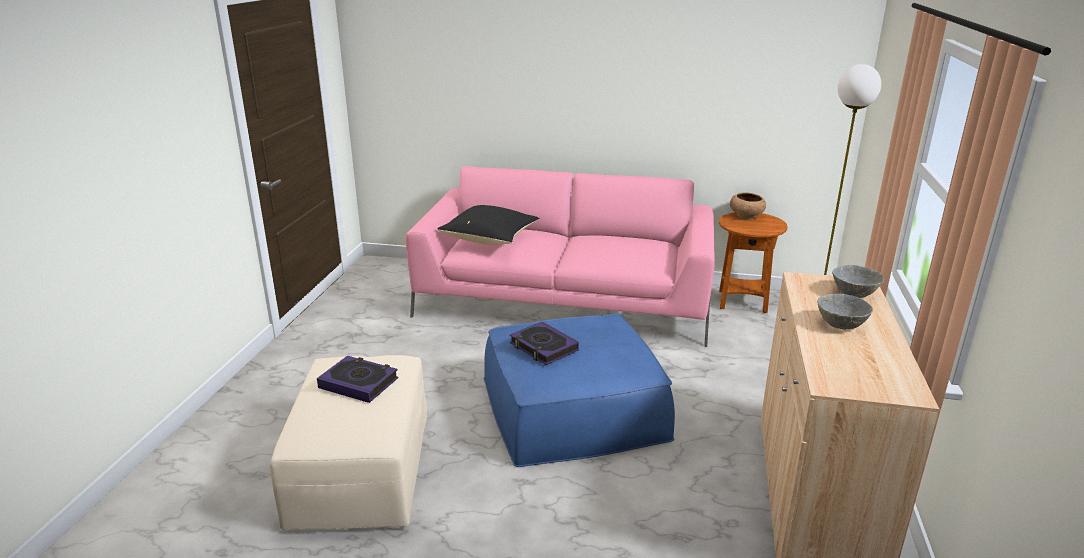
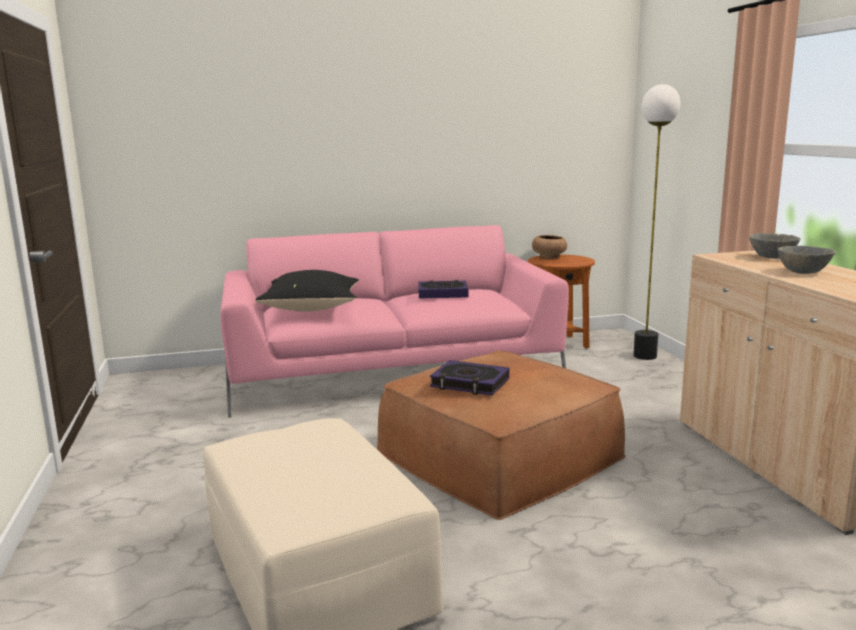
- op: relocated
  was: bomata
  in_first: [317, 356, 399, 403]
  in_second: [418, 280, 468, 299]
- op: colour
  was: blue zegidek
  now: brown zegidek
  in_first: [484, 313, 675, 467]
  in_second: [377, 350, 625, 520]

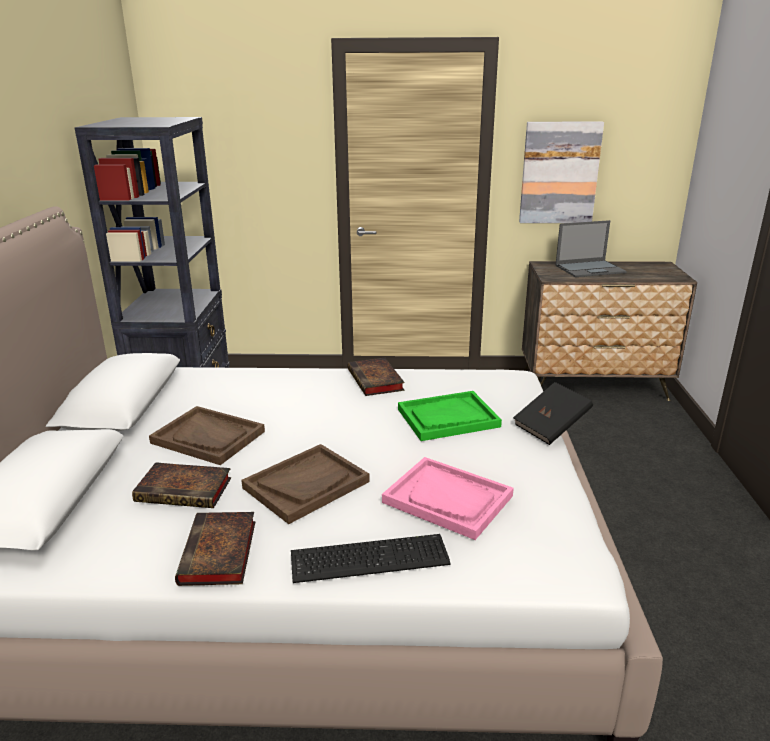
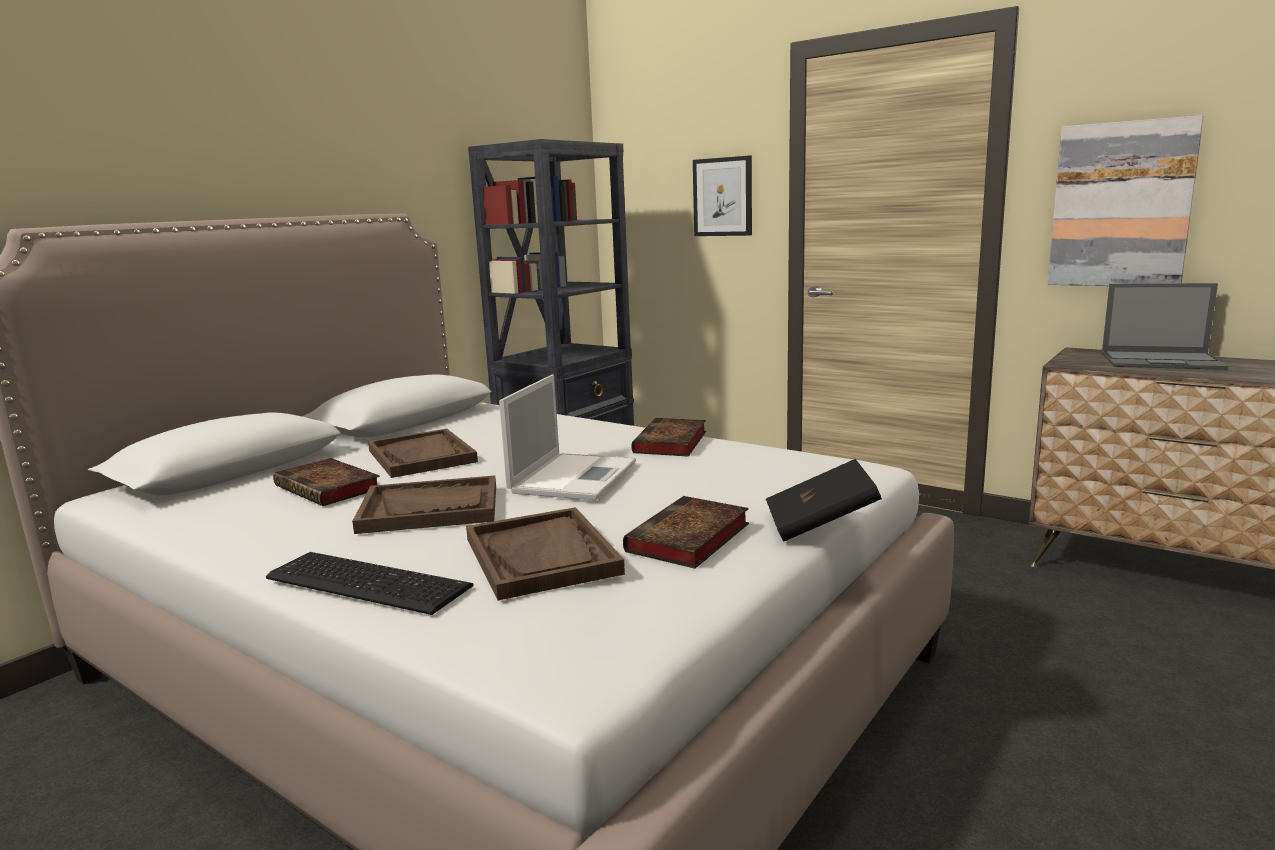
- op: relocated
  was: bomata
  in_first: [175, 512, 255, 586]
  in_second: [623, 496, 749, 569]
- op: colour
  was: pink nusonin
  now: brown nusonin
  in_first: [382, 457, 514, 540]
  in_second: [466, 507, 625, 600]
- op: missing
  was: green nusonin
  in_first: [398, 391, 502, 441]
- op: appeared
  now: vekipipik
  in_second: [499, 374, 636, 500]
- op: appeared
  now: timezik
  in_second: [693, 156, 752, 236]

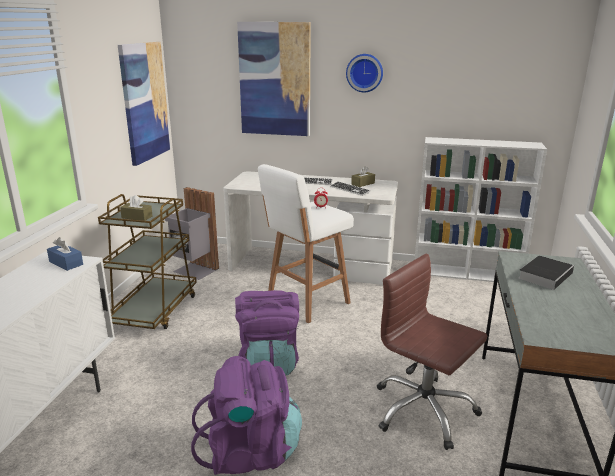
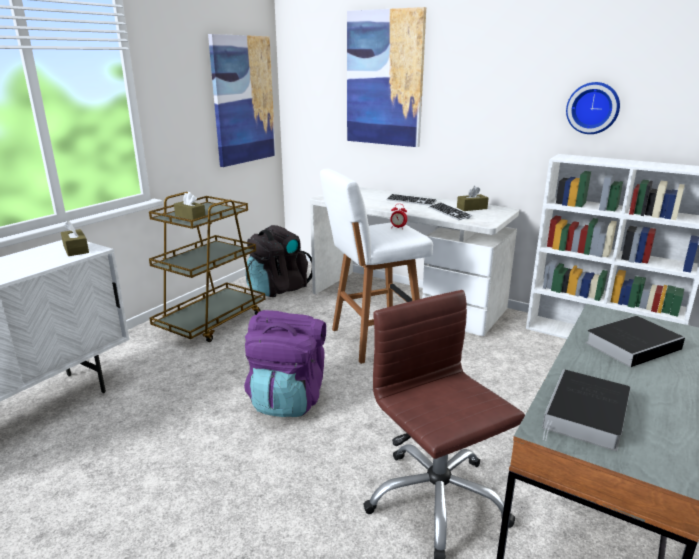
- op: colour
  was: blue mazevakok
  now: brown mazevakok
  in_first: [47, 237, 83, 271]
  in_second: [61, 221, 89, 256]
- op: exchanged
  was: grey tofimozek
  now: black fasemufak
  in_first: [165, 187, 219, 280]
  in_second: [246, 225, 312, 297]
- op: missing
  was: purple fasemufak
  in_first: [191, 356, 302, 475]
- op: relocated
  was: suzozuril
  in_first: [346, 54, 383, 93]
  in_second: [566, 82, 620, 134]
- op: appeared
  now: bomata
  in_second: [542, 369, 630, 451]

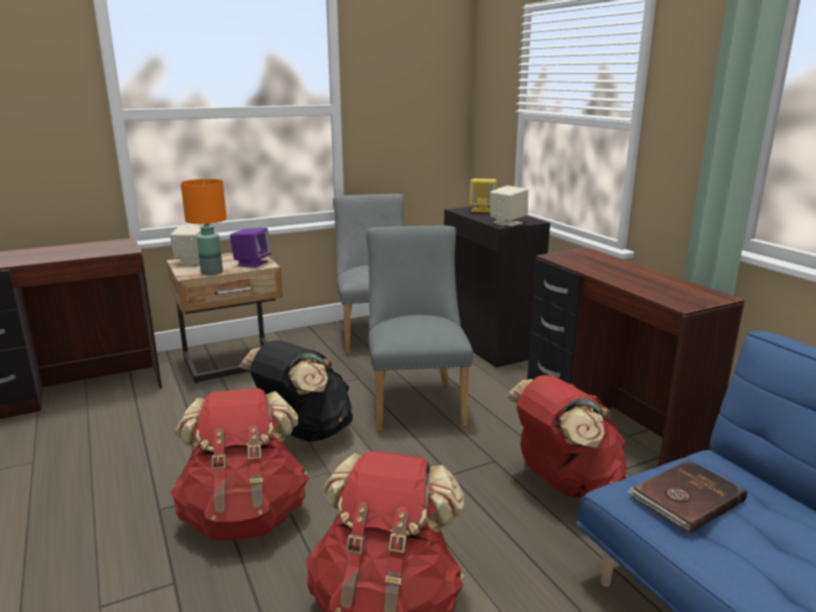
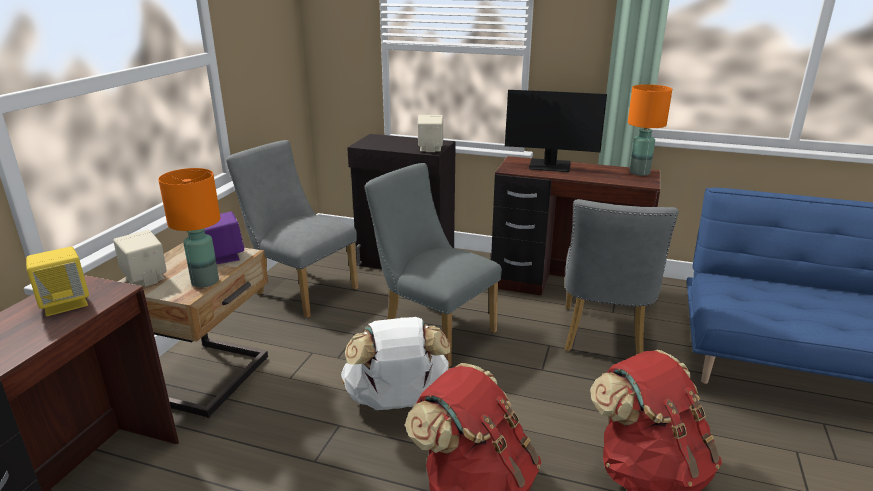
- op: colour
  was: black fasemufak
  now: white fasemufak
  in_first: [239, 340, 353, 442]
  in_second: [341, 317, 450, 410]
- op: relocated
  was: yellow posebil
  in_first: [469, 179, 497, 213]
  in_second: [26, 247, 89, 316]
- op: exchanged
  was: red fasemufak
  now: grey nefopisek
  in_first: [505, 375, 626, 498]
  in_second: [564, 199, 679, 355]
- op: missing
  was: brown bomata
  in_first: [627, 460, 747, 534]
- op: appeared
  now: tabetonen
  in_second: [505, 90, 607, 172]
- op: appeared
  now: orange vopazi
  in_second: [628, 84, 672, 176]

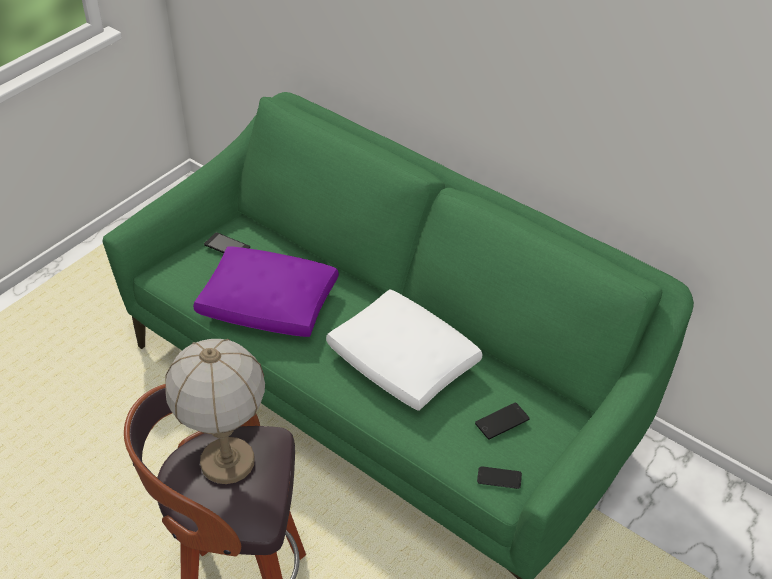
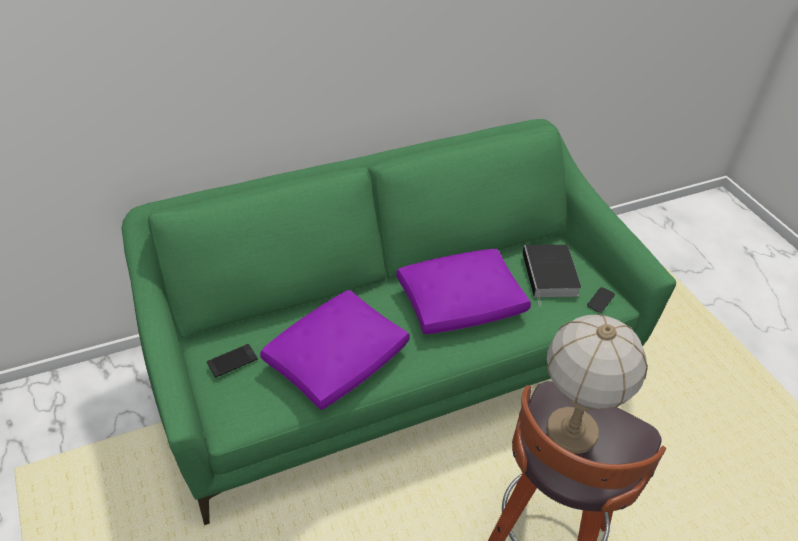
- op: colour
  was: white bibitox
  now: purple bibitox
  in_first: [326, 289, 482, 411]
  in_second: [396, 249, 531, 334]
- op: exchanged
  was: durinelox
  now: bomata
  in_first: [475, 402, 530, 440]
  in_second: [522, 245, 582, 306]

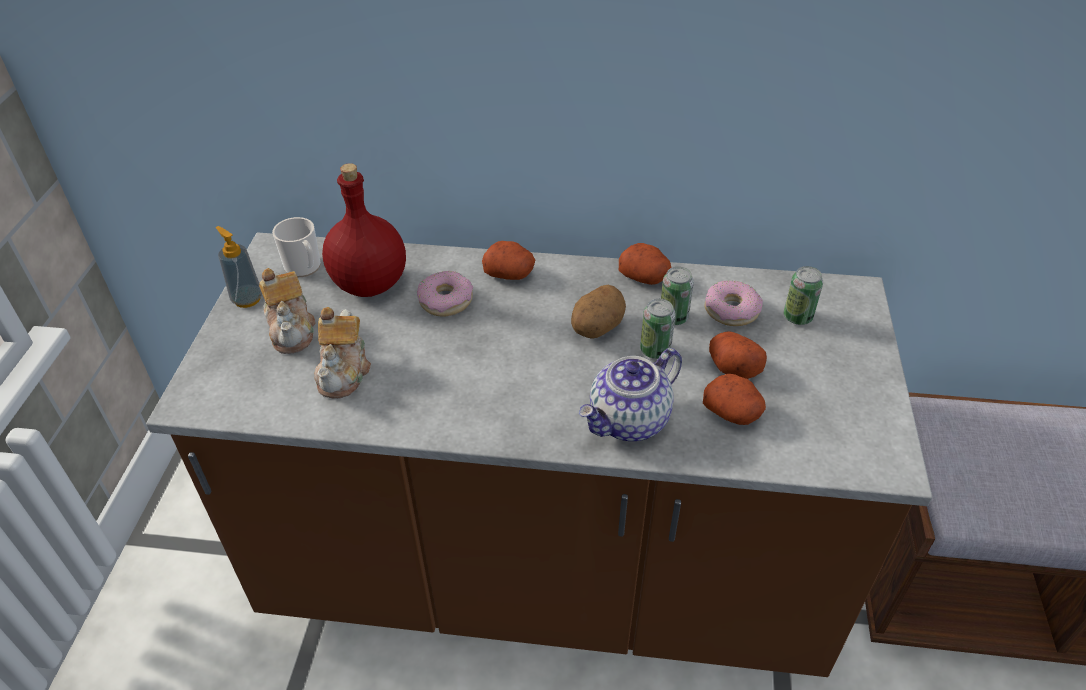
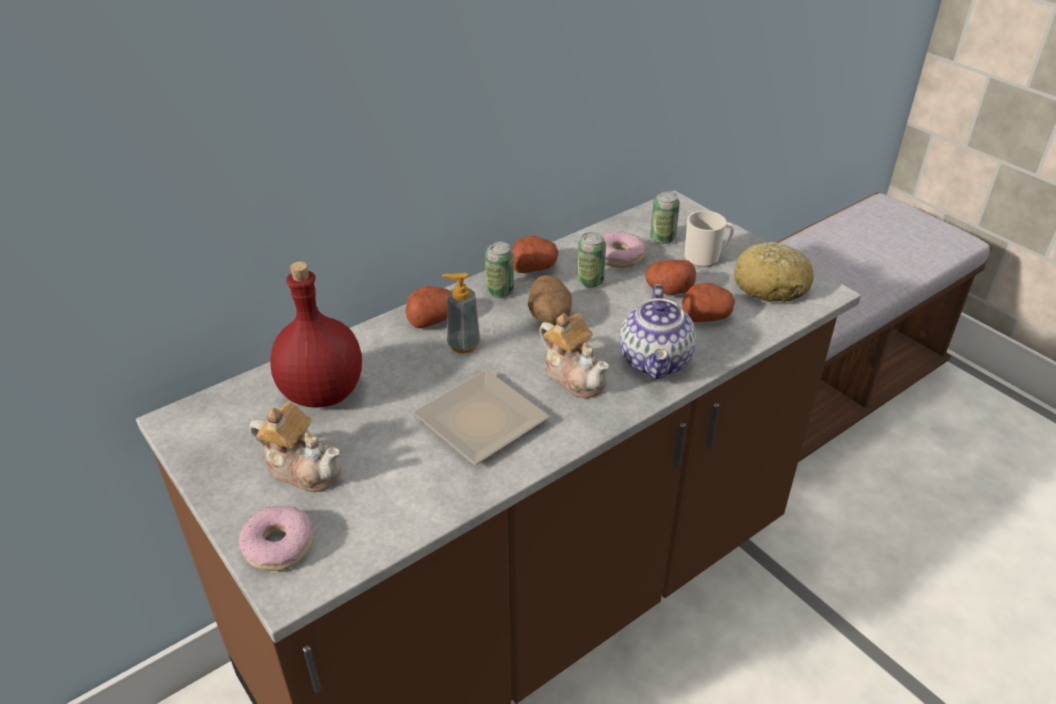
- op: relocated
  was: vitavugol
  in_first: [215, 226, 262, 308]
  in_second: [442, 273, 480, 353]
- op: relocated
  was: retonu
  in_first: [272, 217, 321, 277]
  in_second: [684, 211, 734, 267]
- op: relocated
  was: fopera
  in_first: [314, 307, 371, 399]
  in_second: [539, 313, 609, 399]
- op: relocated
  was: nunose
  in_first: [417, 271, 473, 317]
  in_second: [238, 506, 313, 571]
- op: relocated
  was: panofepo
  in_first: [640, 299, 676, 359]
  in_second: [485, 242, 514, 298]
- op: appeared
  now: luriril
  in_second: [412, 370, 550, 465]
- op: appeared
  now: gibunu
  in_second: [734, 242, 814, 302]

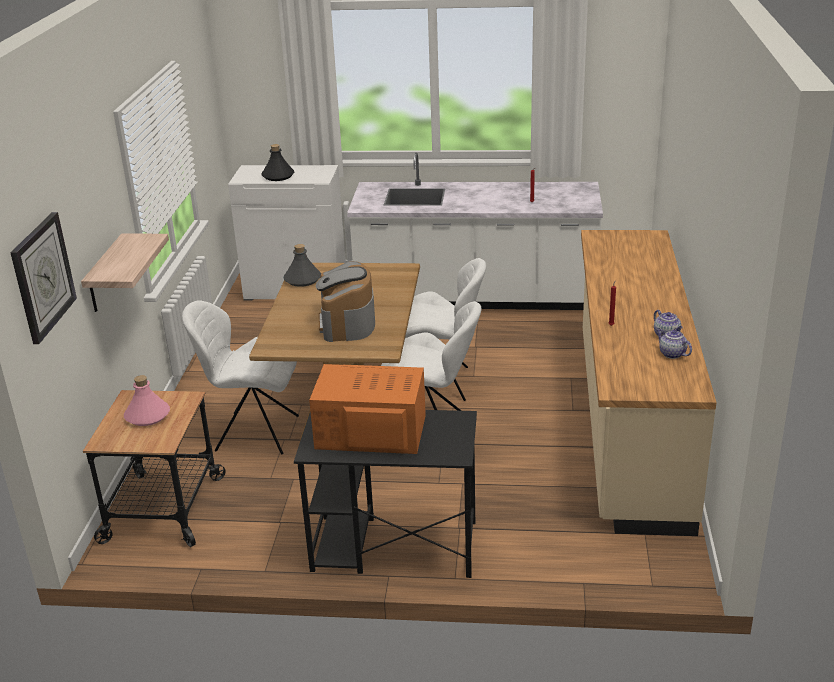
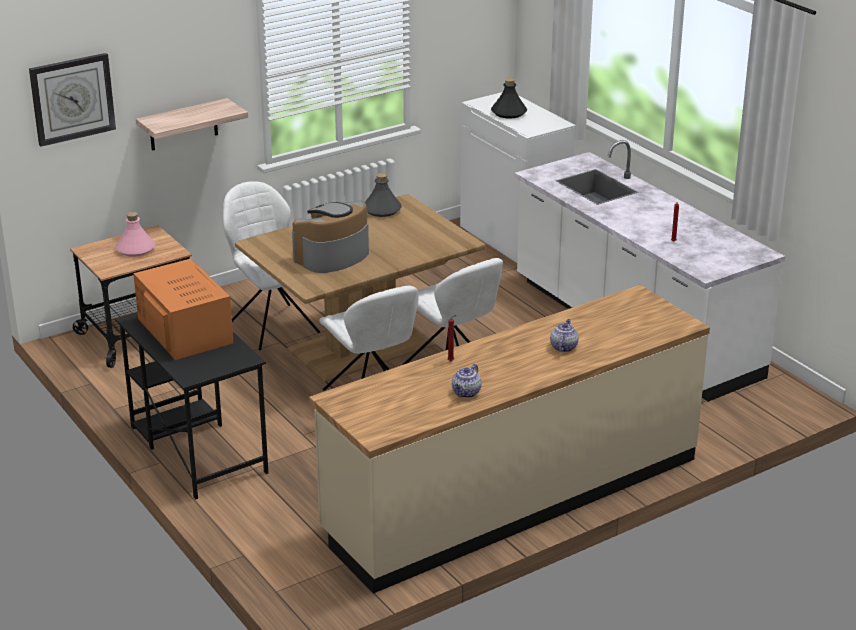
- op: relocated
  was: fopera
  in_first: [657, 328, 692, 359]
  in_second: [550, 319, 579, 352]

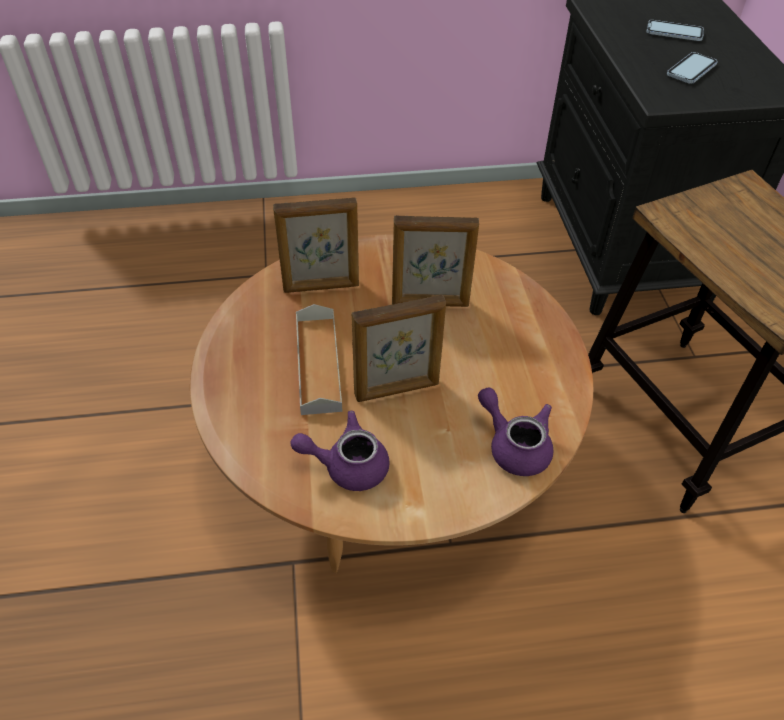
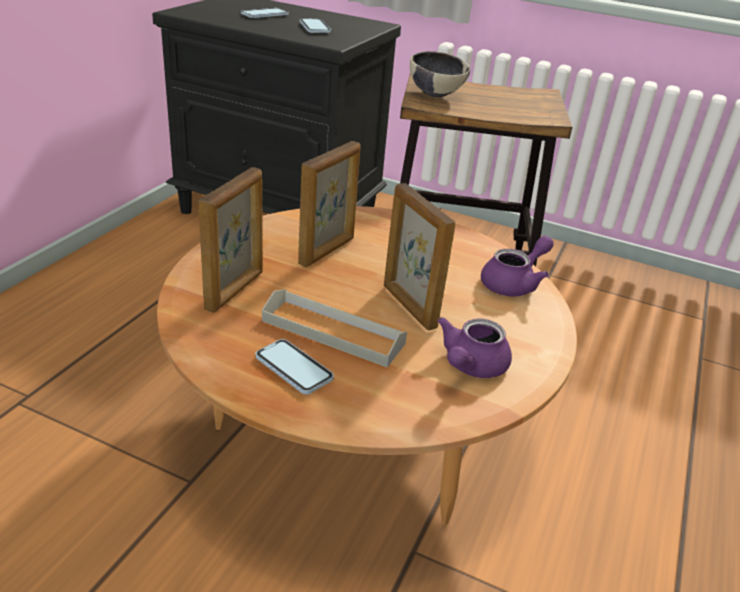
- op: spun
  was: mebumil
  in_first: [352, 295, 446, 402]
  in_second: [384, 183, 456, 331]
  clockwise: 135
- op: spun
  was: purple fopera
  in_first: [478, 387, 553, 476]
  in_second: [481, 236, 554, 297]
  clockwise: 150
- op: appeared
  now: durinelox
  in_second: [255, 339, 334, 394]
- op: appeared
  now: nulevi
  in_second: [410, 51, 470, 97]

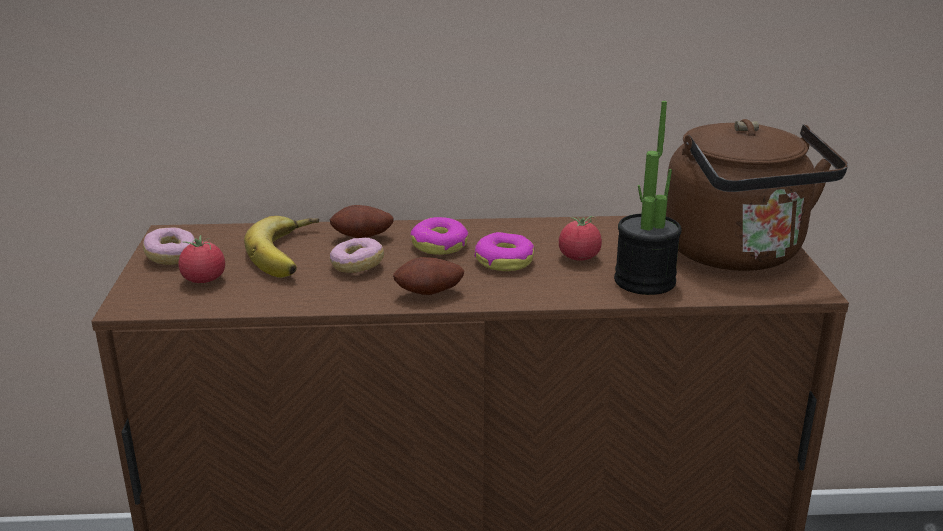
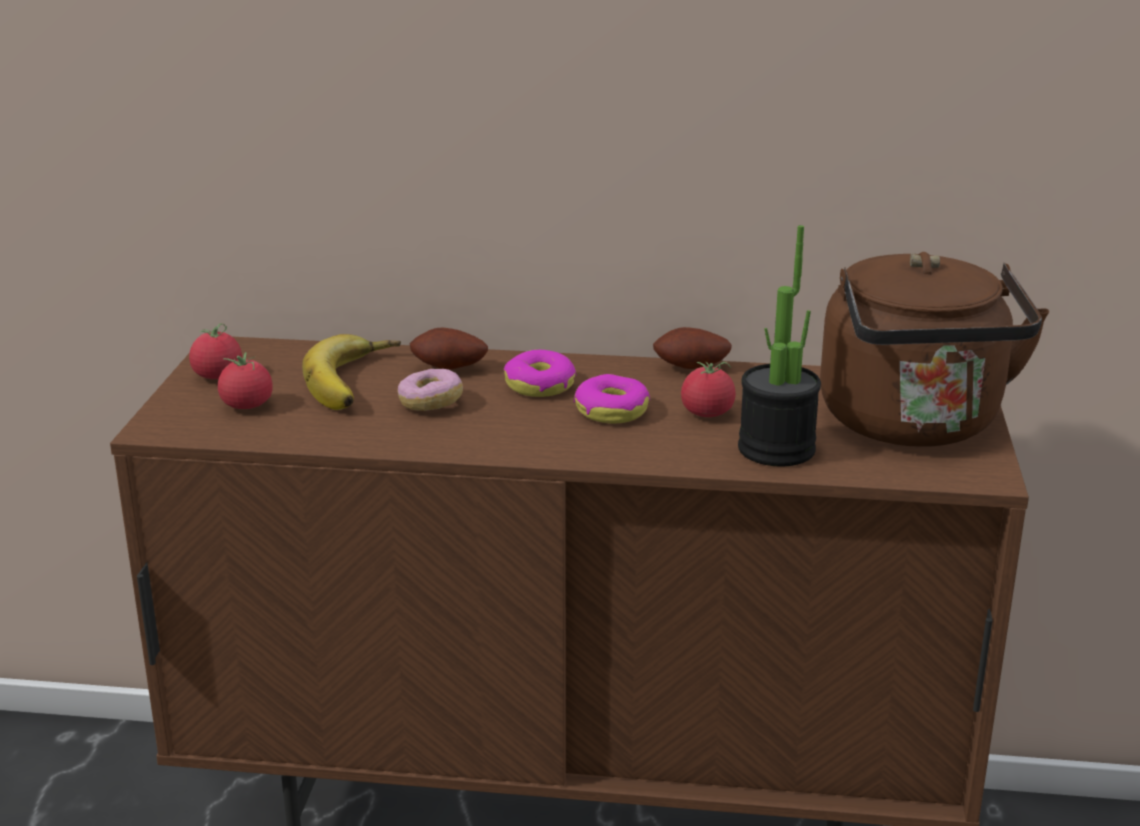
- op: exchanged
  was: nunose
  now: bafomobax
  in_first: [143, 228, 195, 265]
  in_second: [189, 323, 242, 379]
- op: relocated
  was: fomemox
  in_first: [393, 257, 464, 295]
  in_second: [653, 327, 732, 369]

